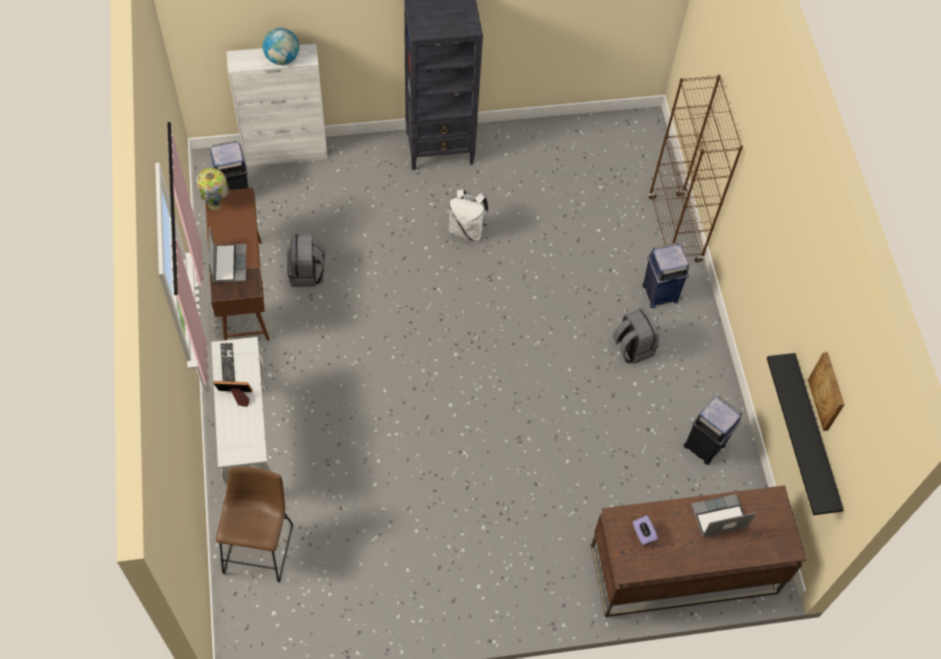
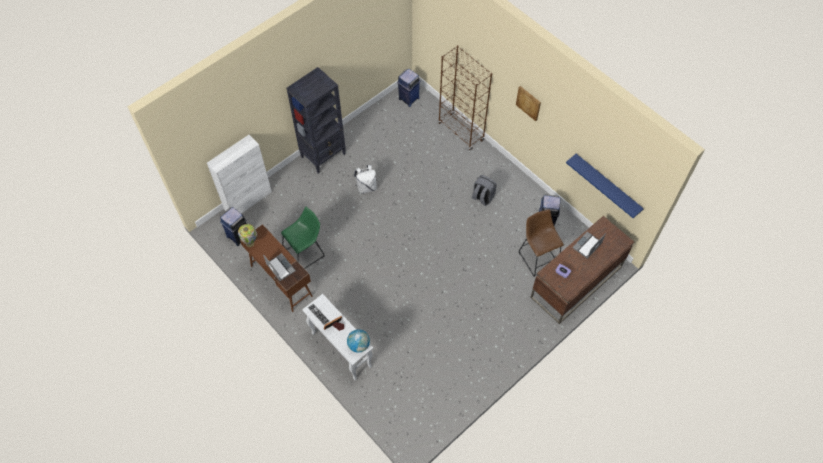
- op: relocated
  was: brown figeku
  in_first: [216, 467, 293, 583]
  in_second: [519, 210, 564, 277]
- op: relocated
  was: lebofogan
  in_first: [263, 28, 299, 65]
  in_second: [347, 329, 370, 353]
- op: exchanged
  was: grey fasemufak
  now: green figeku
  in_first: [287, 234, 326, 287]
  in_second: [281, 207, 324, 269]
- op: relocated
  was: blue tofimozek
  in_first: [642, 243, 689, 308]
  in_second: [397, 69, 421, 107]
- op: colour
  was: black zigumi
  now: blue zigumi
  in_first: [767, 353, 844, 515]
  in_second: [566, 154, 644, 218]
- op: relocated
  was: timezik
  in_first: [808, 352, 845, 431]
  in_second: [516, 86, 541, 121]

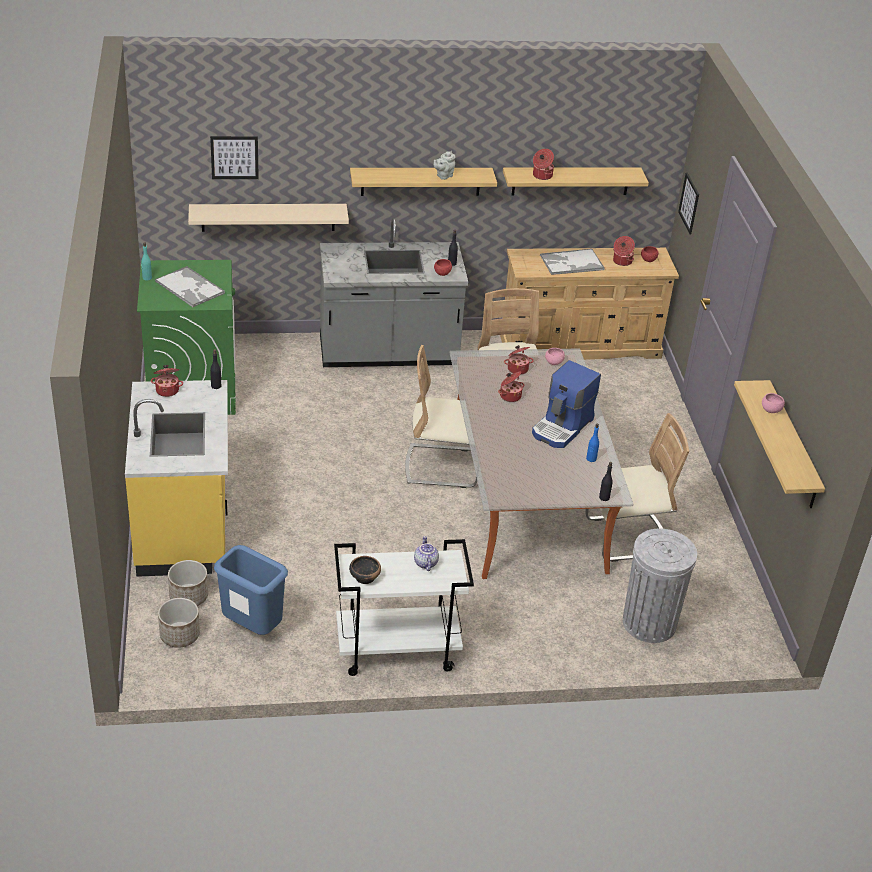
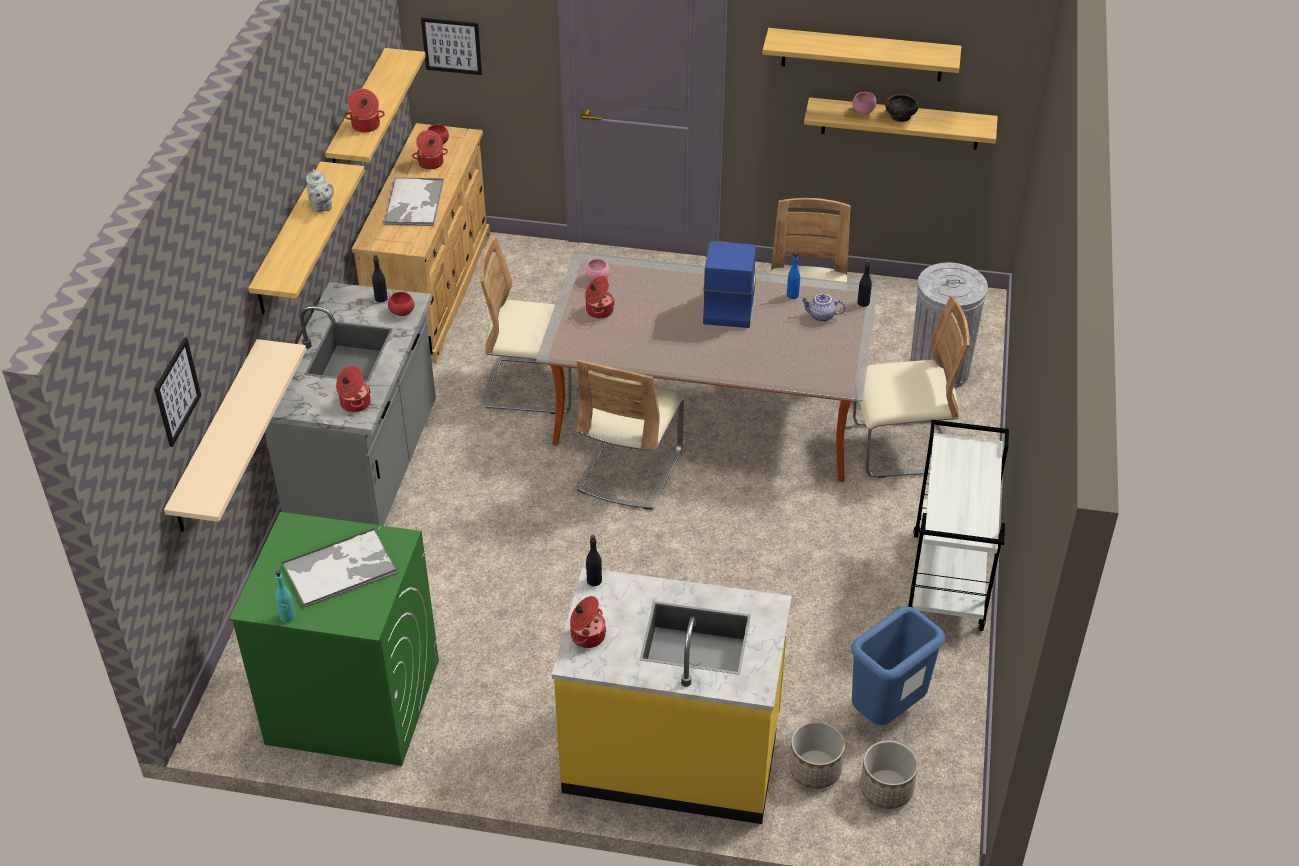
- op: relocated
  was: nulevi
  in_first: [349, 556, 381, 584]
  in_second: [885, 94, 919, 122]
- op: relocated
  was: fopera
  in_first: [414, 536, 439, 571]
  in_second: [800, 294, 845, 322]
- op: relocated
  was: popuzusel
  in_first: [498, 371, 524, 402]
  in_second: [336, 366, 371, 412]
- op: spun
  was: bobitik
  in_first: [532, 360, 601, 448]
  in_second: [703, 241, 756, 328]
  clockwise: -135
- op: appeared
  now: zigumi
  in_second: [762, 28, 961, 81]
- op: appeared
  now: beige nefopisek
  in_second: [853, 296, 970, 478]

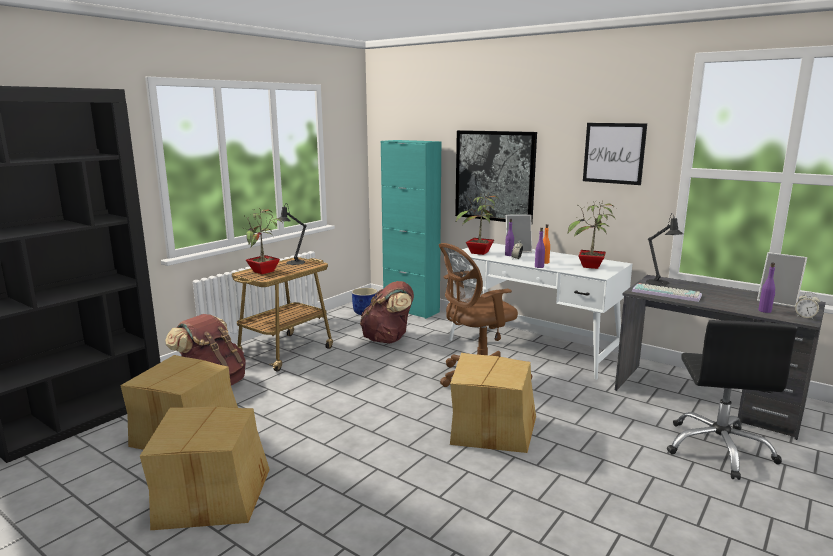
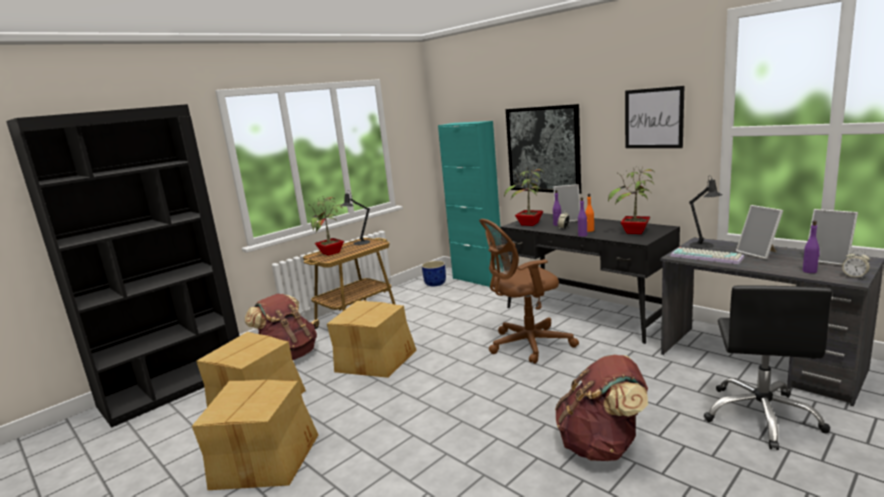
- op: relocated
  was: brown fasemufak
  in_first: [360, 281, 414, 343]
  in_second: [555, 354, 648, 461]
- op: colour
  was: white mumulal
  now: black mumulal
  in_first: [449, 243, 632, 380]
  in_second: [501, 213, 680, 344]
- op: relocated
  was: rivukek
  in_first: [450, 353, 536, 453]
  in_second: [327, 300, 417, 378]
- op: appeared
  now: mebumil
  in_second: [736, 205, 783, 259]

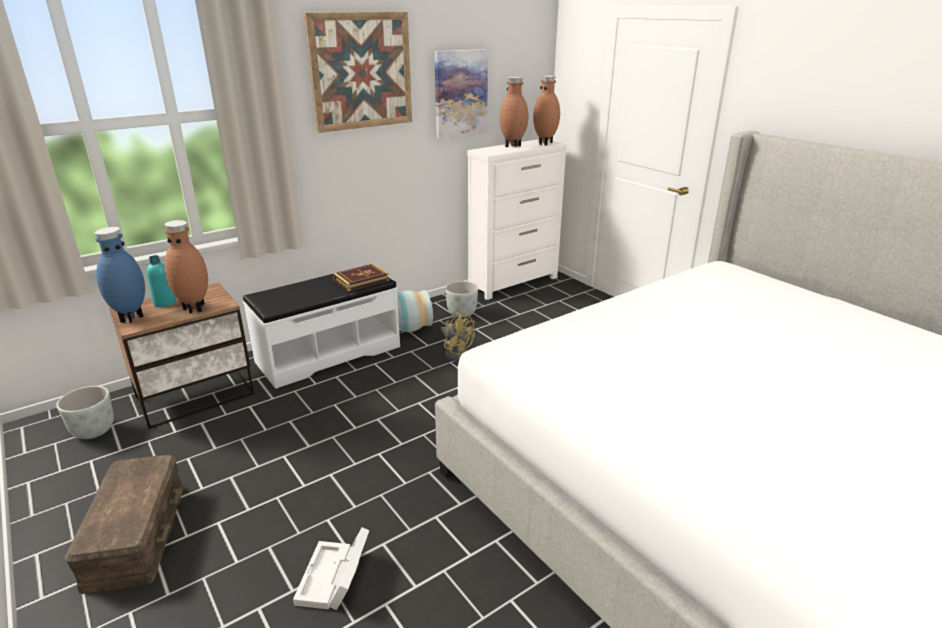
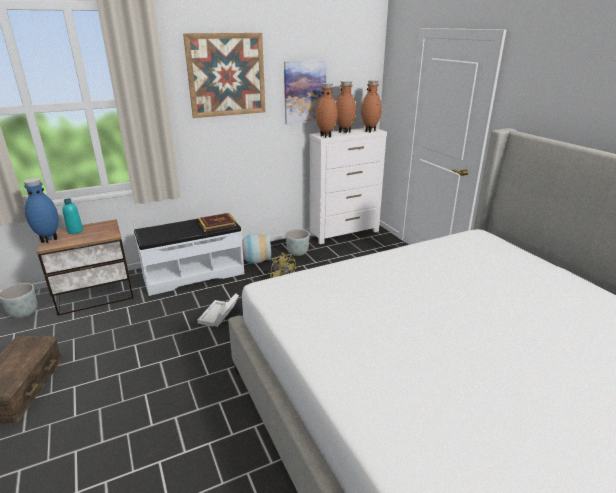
- op: relocated
  was: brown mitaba
  in_first: [164, 220, 208, 314]
  in_second: [316, 83, 338, 138]
- op: relocated
  was: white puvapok
  in_first: [293, 527, 369, 610]
  in_second: [197, 293, 239, 327]

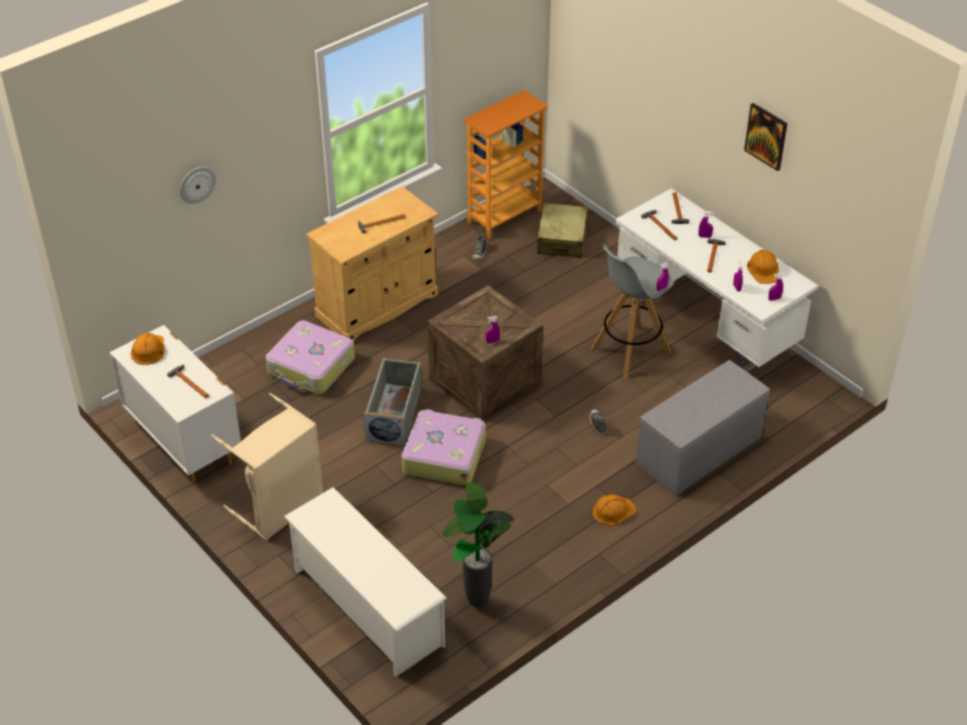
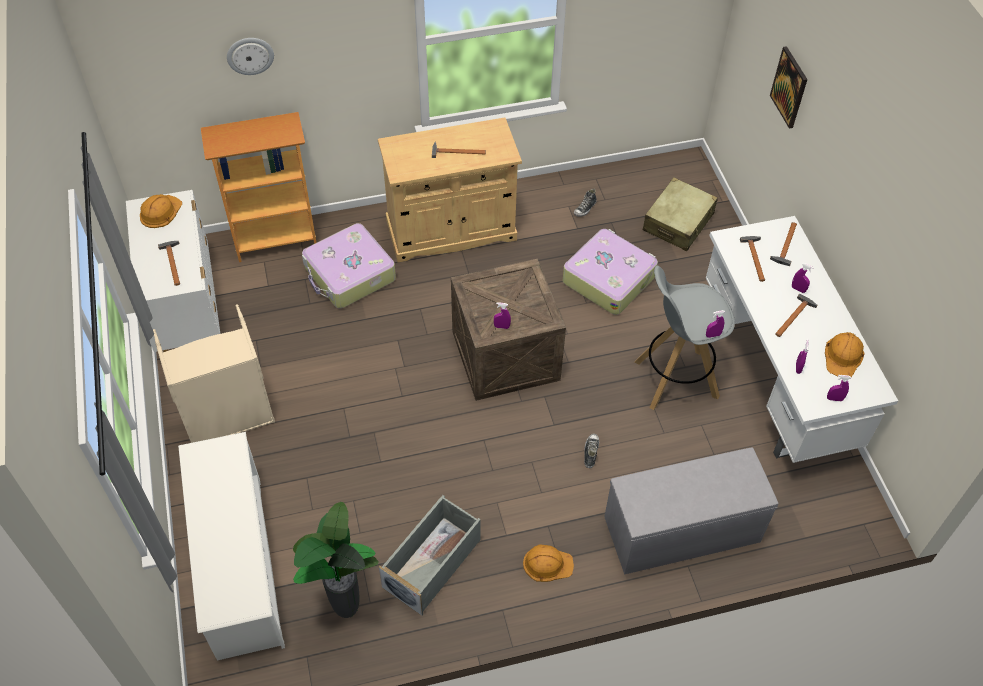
- op: relocated
  was: grey puvapok
  in_first: [363, 358, 421, 446]
  in_second: [379, 495, 481, 616]
- op: relocated
  was: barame
  in_first: [402, 409, 486, 485]
  in_second: [563, 229, 658, 315]
- op: relocated
  was: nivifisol
  in_first: [462, 90, 549, 239]
  in_second: [201, 112, 317, 262]
- op: relocated
  was: timezik
  in_first: [744, 103, 788, 171]
  in_second: [770, 46, 808, 129]

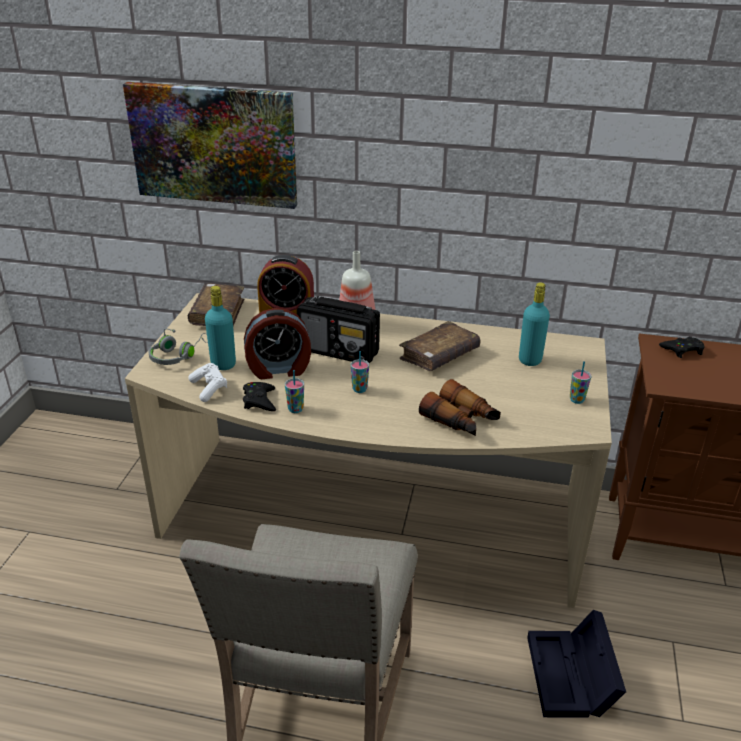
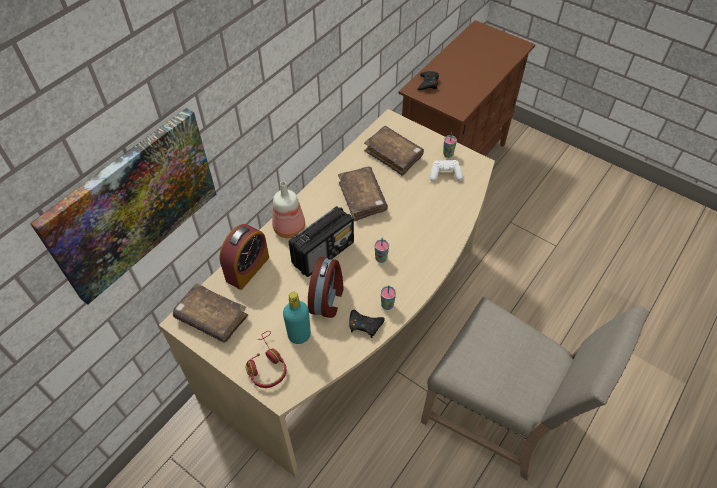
- op: colour
  was: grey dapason
  now: red dapason
  in_first: [148, 328, 208, 365]
  in_second: [245, 331, 286, 388]
- op: relocated
  was: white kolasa
  in_first: [188, 363, 227, 402]
  in_second: [430, 160, 463, 182]
- op: missing
  was: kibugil
  in_first: [419, 379, 501, 436]
- op: exchanged
  was: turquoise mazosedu
  now: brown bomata
  in_first: [519, 282, 550, 366]
  in_second: [364, 126, 424, 176]
- op: missing
  was: black puvapok
  in_first: [527, 610, 626, 718]

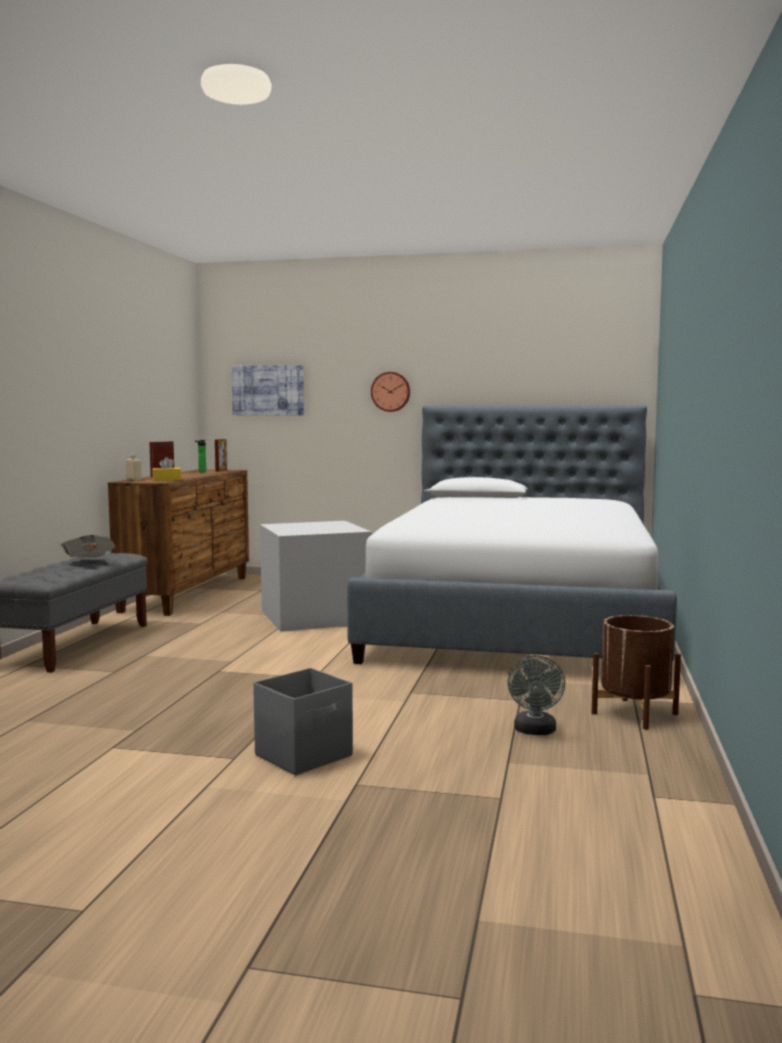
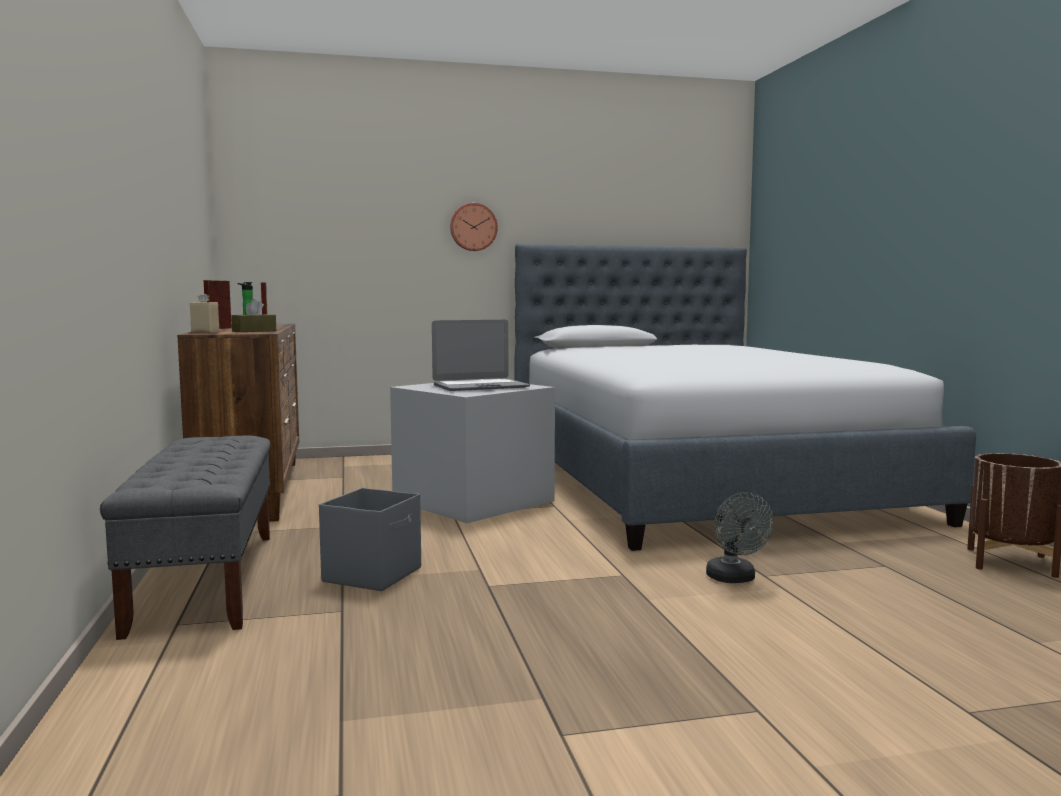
- op: missing
  was: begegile
  in_first: [61, 535, 116, 558]
- op: colour
  was: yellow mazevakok
  now: brown mazevakok
  in_first: [152, 457, 182, 481]
  in_second: [231, 299, 276, 332]
- op: missing
  was: timezik
  in_first: [231, 365, 304, 416]
- op: relocated
  was: grey puvapok
  in_first: [253, 668, 353, 775]
  in_second: [319, 488, 421, 591]
- op: relocated
  was: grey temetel
  in_first: [508, 655, 565, 735]
  in_second: [706, 492, 774, 583]
- op: appeared
  now: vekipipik
  in_second: [432, 320, 530, 391]

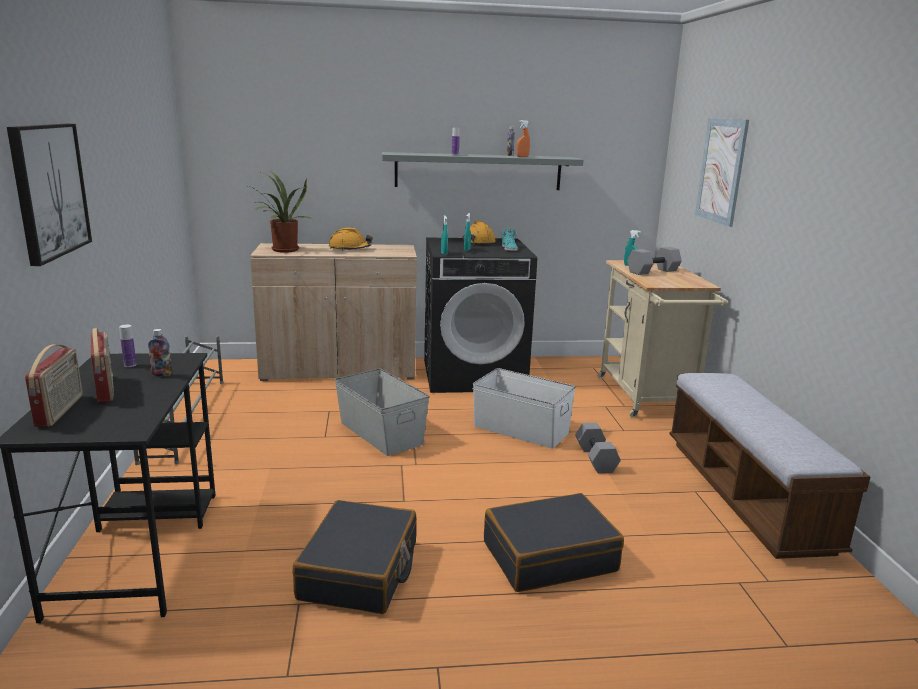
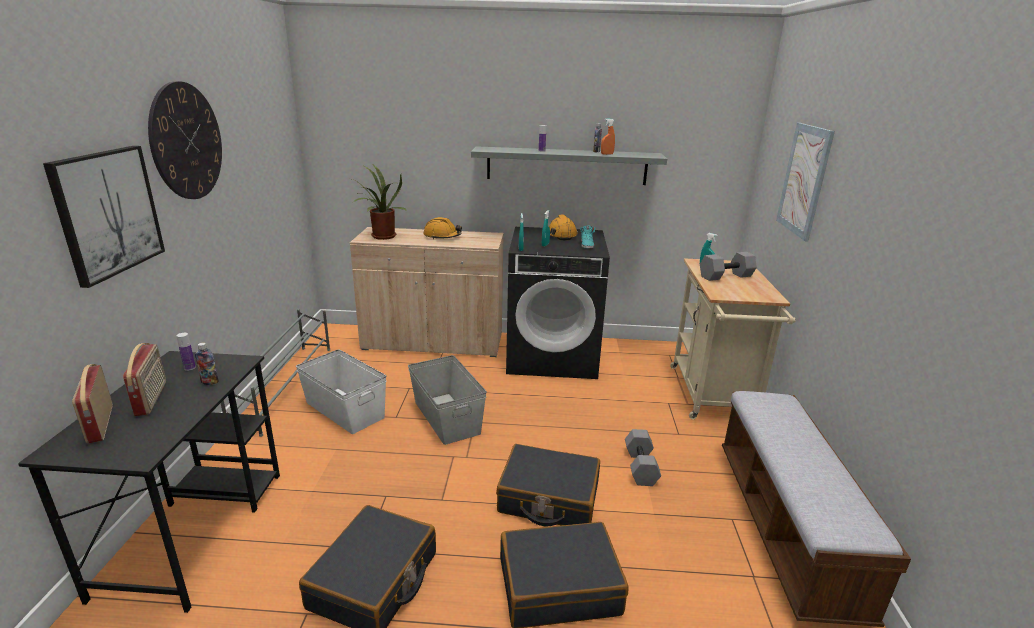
- op: spun
  was: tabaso
  in_first: [25, 344, 83, 427]
  in_second: [72, 364, 113, 443]
  clockwise: 150
- op: relocated
  was: white puvapok
  in_first: [473, 368, 576, 449]
  in_second: [296, 349, 387, 434]
- op: appeared
  now: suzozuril
  in_second: [148, 81, 222, 199]
- op: appeared
  now: black barame
  in_second: [496, 444, 600, 526]

